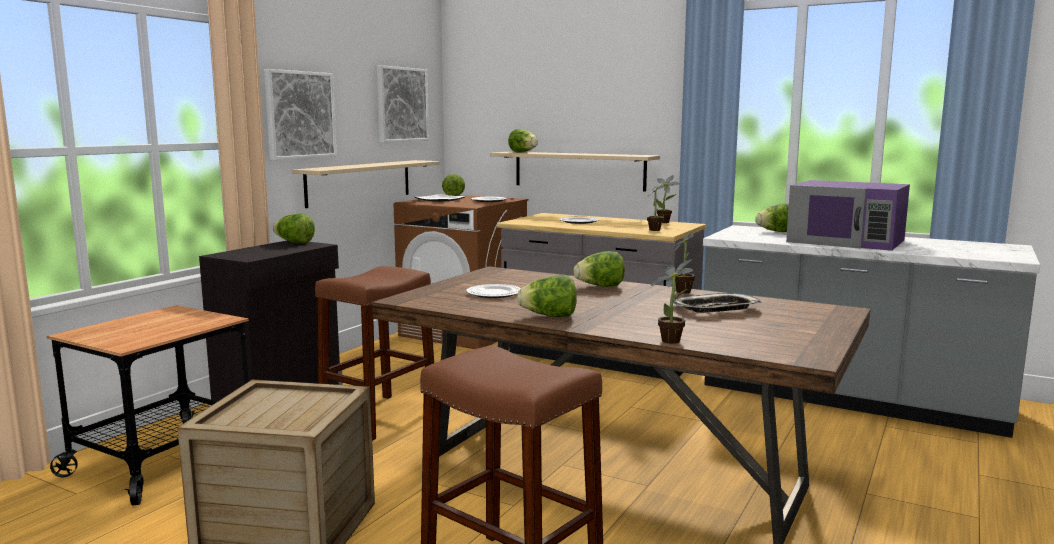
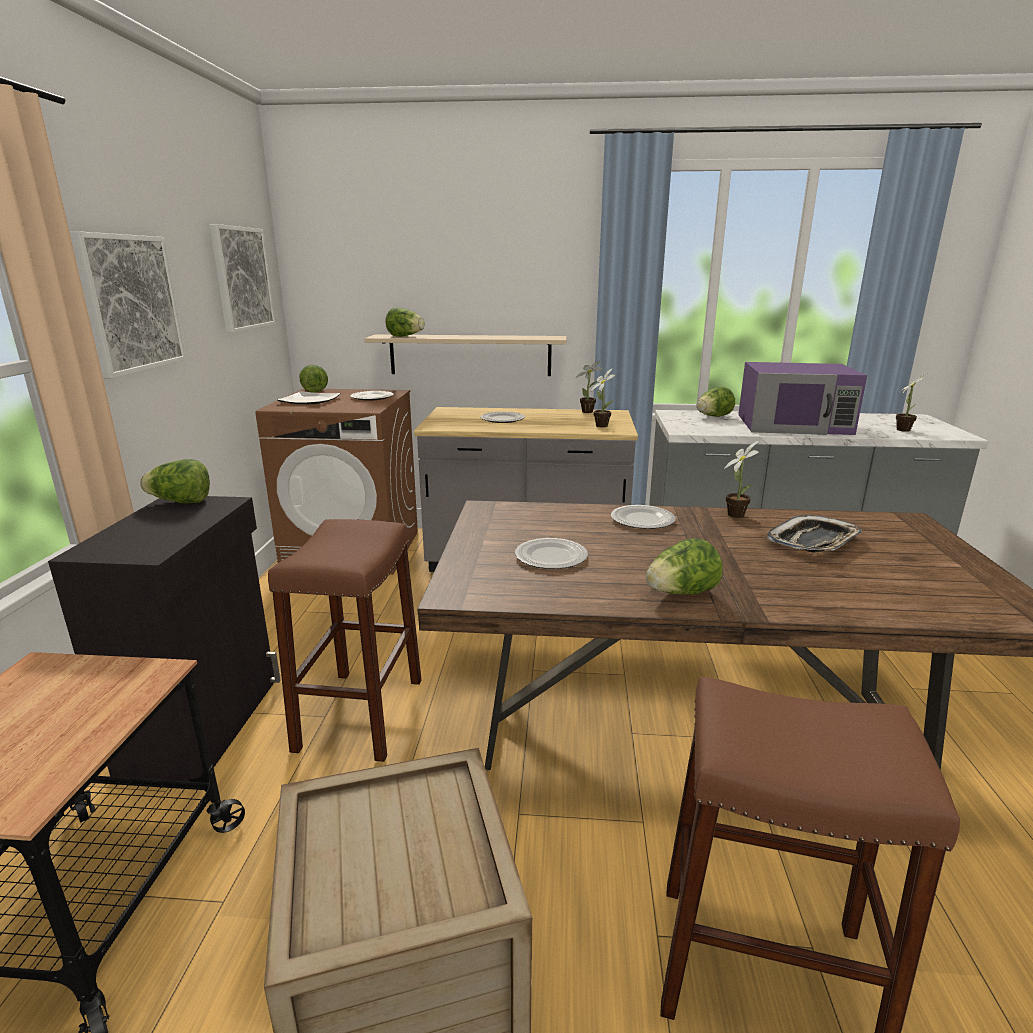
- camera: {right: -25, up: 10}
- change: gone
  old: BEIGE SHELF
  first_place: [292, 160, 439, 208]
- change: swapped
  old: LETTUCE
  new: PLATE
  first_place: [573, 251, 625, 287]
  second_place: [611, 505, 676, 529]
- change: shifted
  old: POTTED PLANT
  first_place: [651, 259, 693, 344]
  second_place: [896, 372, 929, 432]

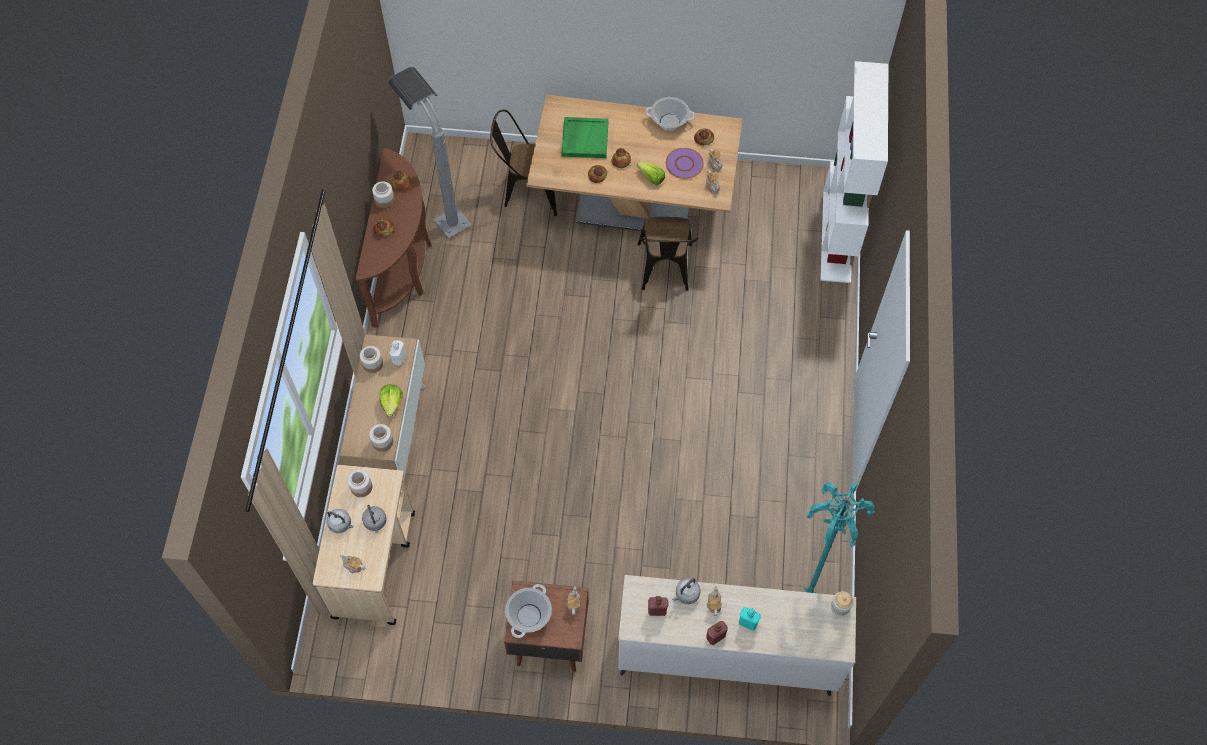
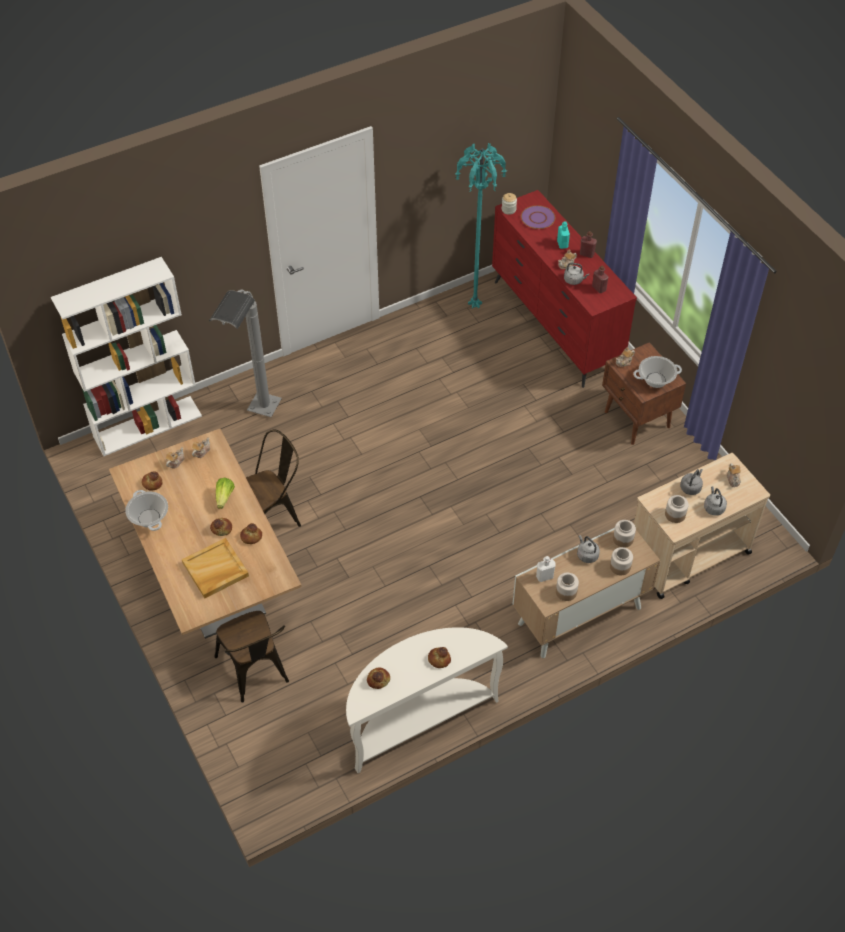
- camera: {right: -125, up: -10}
- change: shifted
  old: GREY FLOOR LAMP
  first_place: [388, 67, 471, 238]
  second_place: [209, 289, 282, 417]
- change: repainted
  old: GREEN TRAY
  new: BEIGE TRAY
  first_place: [562, 117, 608, 158]
  second_place: [182, 538, 249, 598]
- change: repainted
  old: BROWN CONSOLE TABLE
  new: WHITE CONSOLE TABLE
  first_place: [355, 148, 432, 328]
  second_place: [346, 627, 508, 773]
- change: shifted
  old: PURPLE PLATE
  first_place: [665, 148, 704, 179]
  second_place: [521, 205, 555, 229]
- change: shifted
  old: JAR
  first_place: [372, 181, 394, 208]
  second_place: [610, 547, 633, 575]
- change: swapped
  old: LETTUCE
  new: GREY KETTLE
  first_place: [380, 384, 403, 417]
  second_place: [577, 535, 600, 563]
- change: repainted
  old: BEIGE DRESSER
  new: RED DRESSER
  first_place: [618, 575, 856, 696]
  second_place: [492, 190, 637, 388]

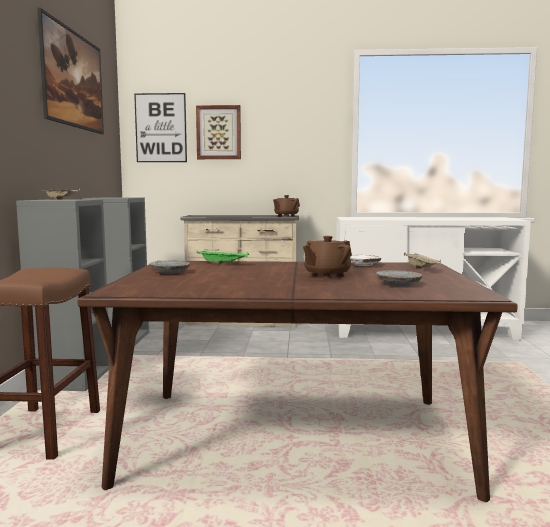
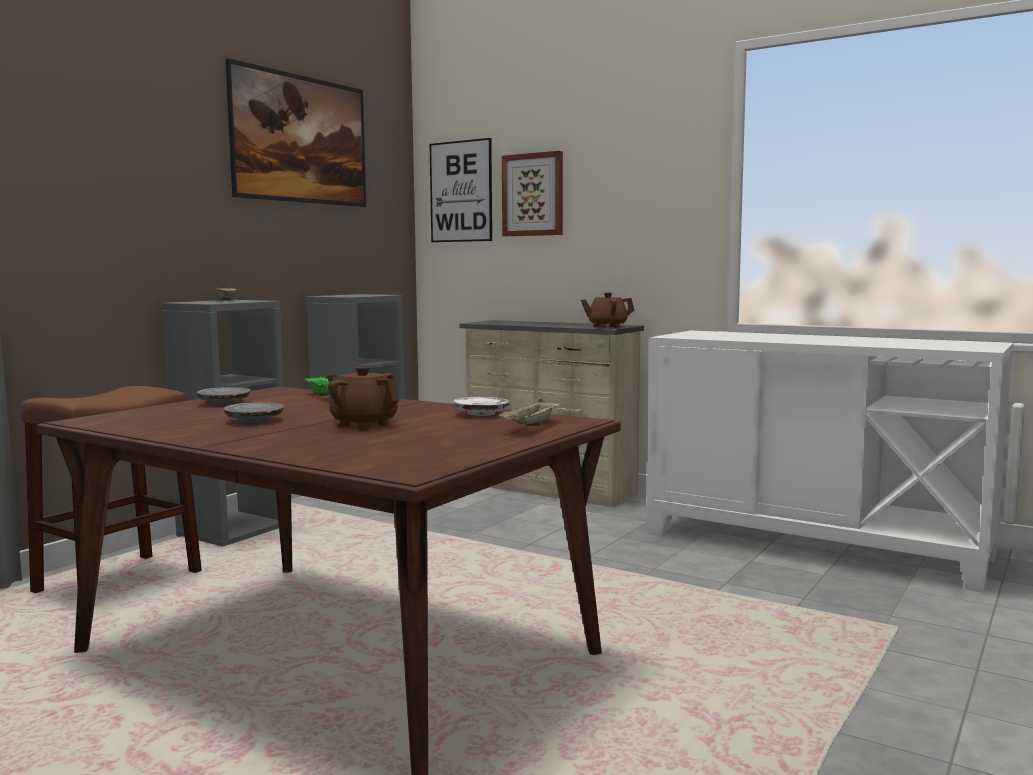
- camera: {right: 30, up: 0}
- change: rotated
  old: BROWN TEAPOT
  first_place: [303, 236, 352, 279]
  second_place: [327, 367, 399, 429]
  degrees: 45
- change: shifted
  old: GREY PLATE
  first_place: [376, 270, 422, 286]
  second_place: [223, 402, 284, 423]

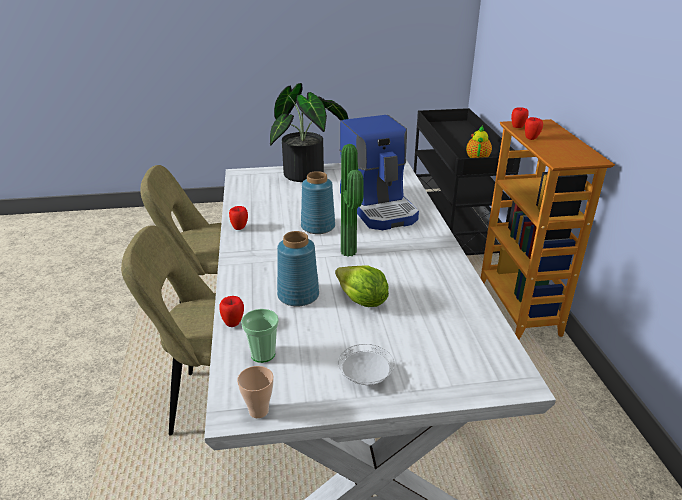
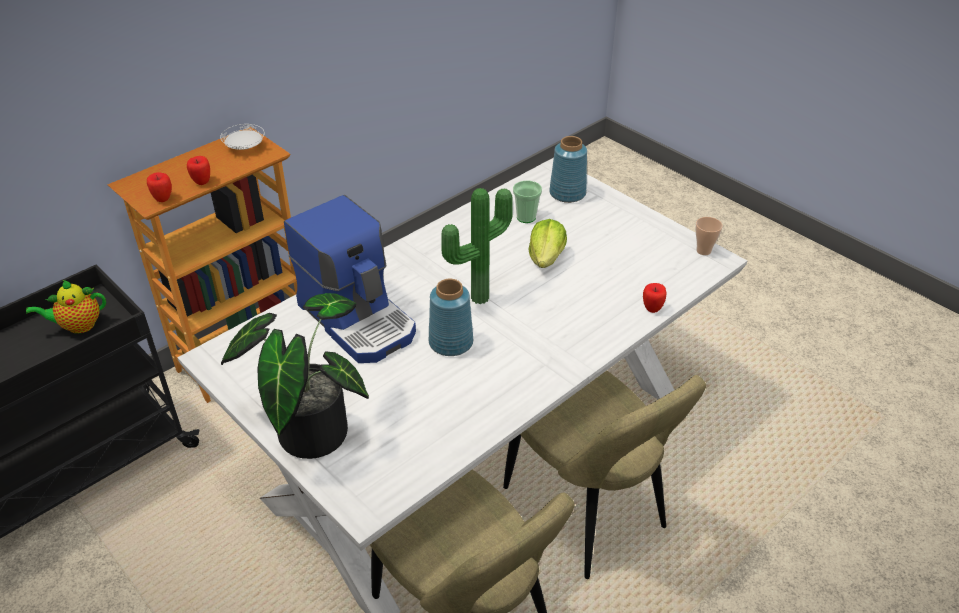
- camera: {right: -125, up: 10}
- change: rotated
  old: COFFEE MACHINE
  first_place: [339, 115, 419, 230]
  second_place: [284, 195, 416, 363]
  degrees: 105
- change: gone
  old: APPLE
  first_place: [229, 206, 248, 230]
- change: shifted
  old: BLUE VASE
  first_place: [277, 231, 319, 307]
  second_place: [549, 136, 587, 203]
- change: shifted
  old: CUP
  first_place: [241, 309, 279, 363]
  second_place: [513, 181, 542, 223]
- change: shifted
  old: WHITE PLATE
  first_place: [338, 344, 394, 385]
  second_place: [220, 124, 265, 150]

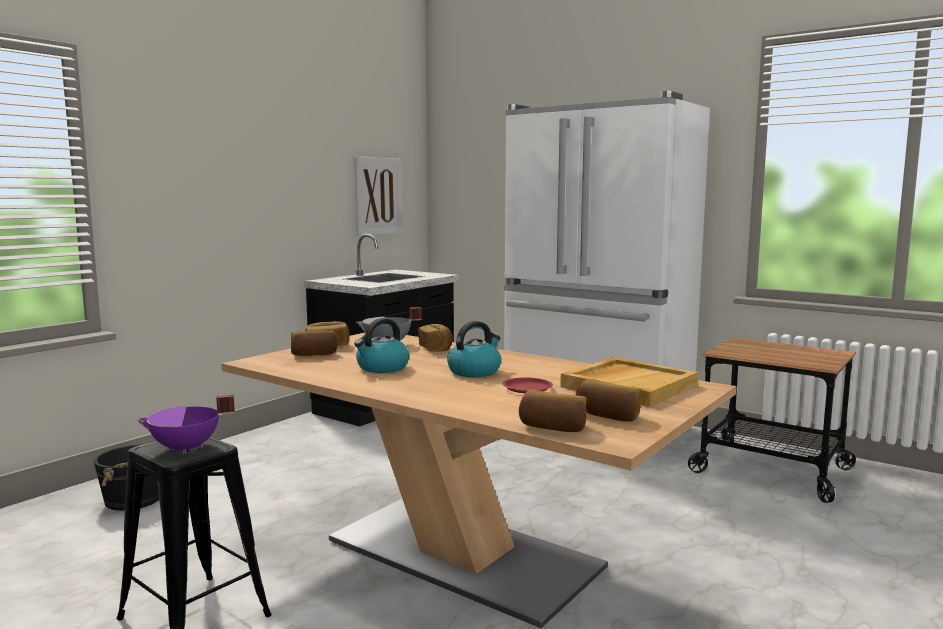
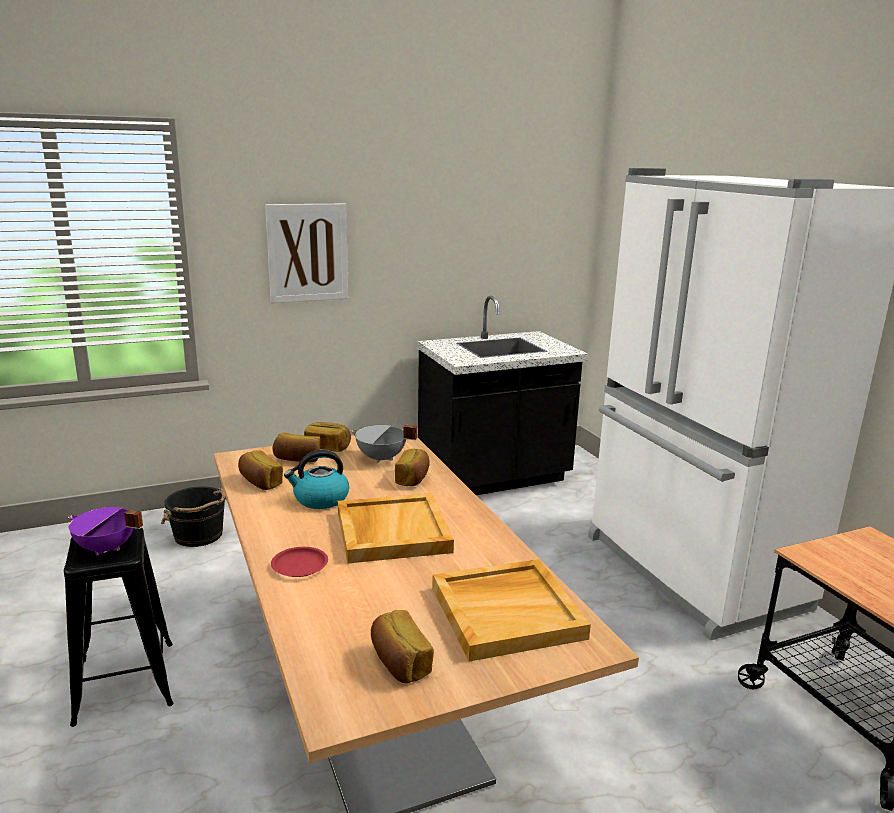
- camera: {right: 30, up: 10}
- change: shifted
  old: PICTURE
  first_place: [354, 156, 402, 236]
  second_place: [265, 204, 348, 303]
- change: swapped
  old: KETTLE
  new: BEIGE TRAY
  first_place: [447, 321, 501, 377]
  second_place: [338, 493, 454, 563]
- change: shifted
  old: RED PLATE
  first_place: [502, 377, 553, 393]
  second_place: [271, 547, 328, 577]
- change: shifted
  old: BREAD
  first_place: [519, 389, 587, 432]
  second_place: [238, 450, 283, 490]

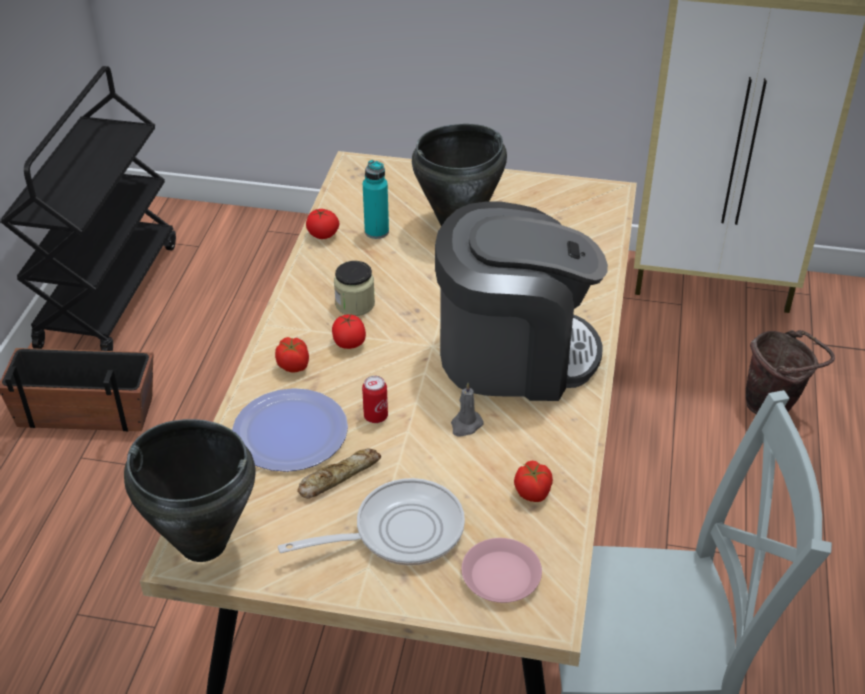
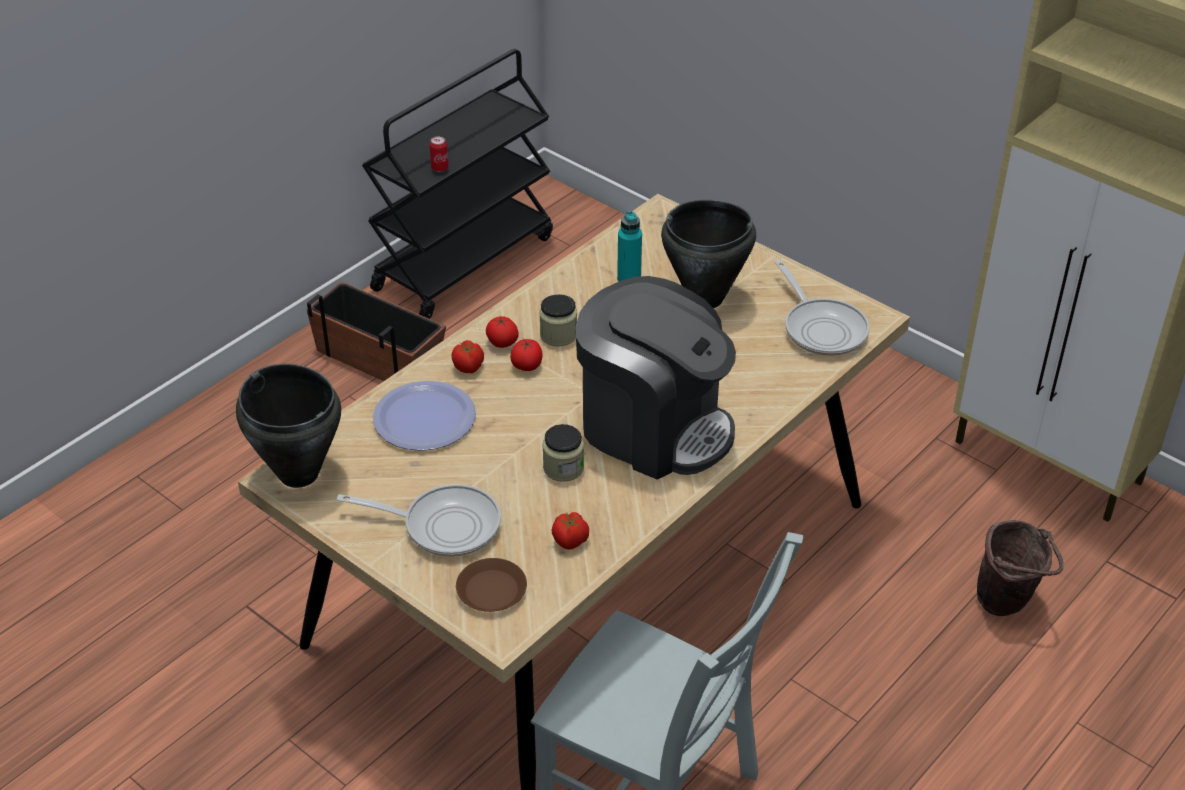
- camera: {right: 30, up: 0}
- change: shifted
  old: TOMATO
  first_place: [306, 209, 339, 239]
  second_place: [486, 316, 519, 348]
- change: shifted
  old: CAN
  first_place: [362, 376, 388, 423]
  second_place: [430, 136, 449, 172]
- change: swapped
  old: GREY CANDLE
  new: JAR
  first_place: [451, 383, 484, 437]
  second_place: [543, 424, 584, 482]
- change: gone
  old: BREAD
  first_place: [297, 448, 381, 499]
- change: repainted
  old: PINK PLATE
  new: BROWN PLATE
  first_place: [461, 538, 542, 603]
  second_place: [456, 558, 527, 612]
- change: new
  new: FRYING PAN
  second_place: [775, 260, 870, 356]

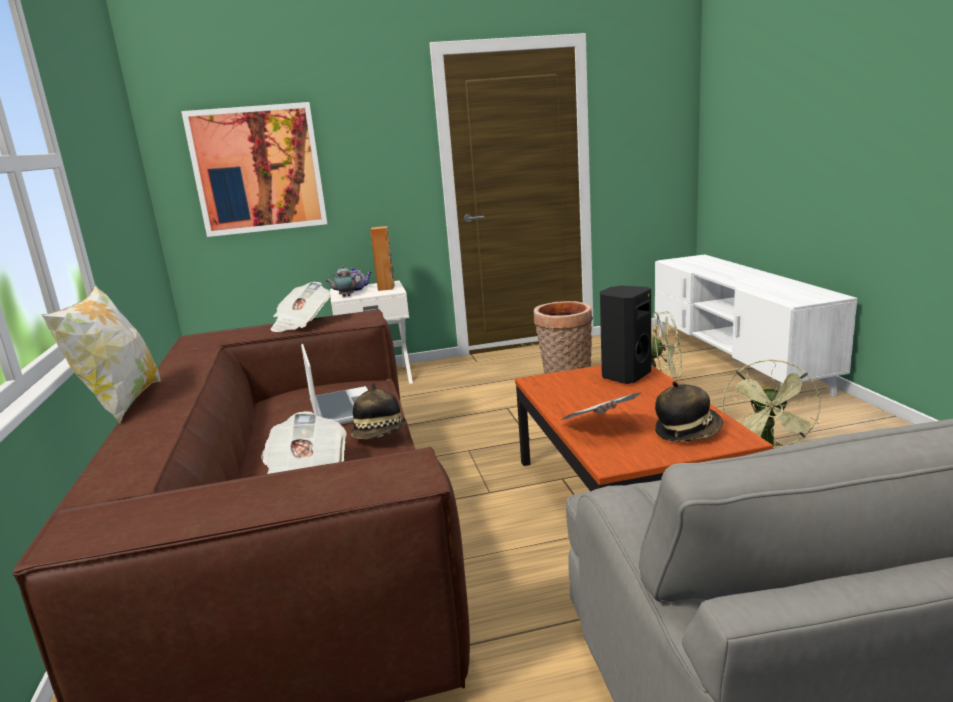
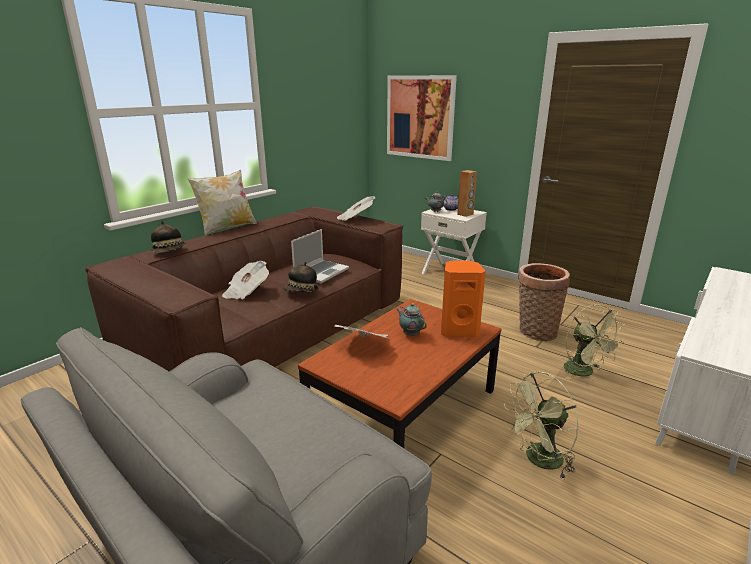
- camera: {right: 50, up: 5}
- change: repainted
  old: BLACK SPEAKER
  new: ORANGE SPEAKER
  first_place: [600, 286, 651, 384]
  second_place: [441, 260, 486, 337]
- change: shifted
  old: HAT
  first_place: [655, 381, 723, 442]
  second_place: [151, 221, 186, 253]
- change: new
  new: TEAPOT
  second_place: [397, 303, 427, 336]

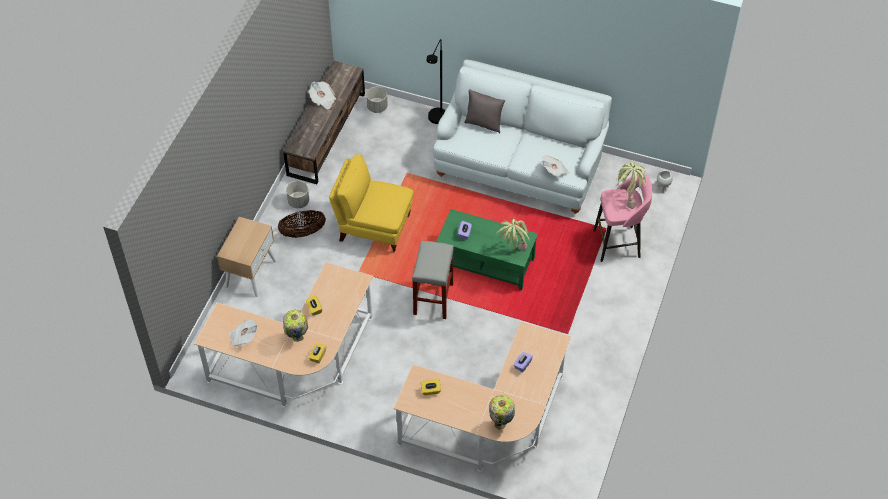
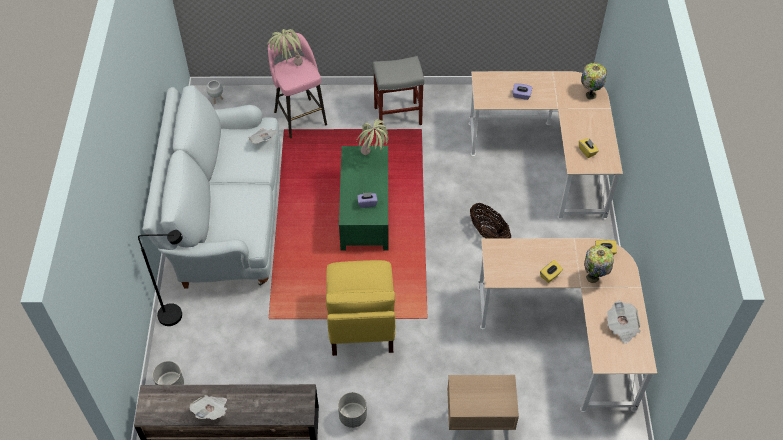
- camera: {right: -110, up: 0}
- change: gone
  old: GREY PILLOW
  first_place: [464, 89, 505, 133]
- change: shifted
  old: BASKET
  first_place: [278, 210, 326, 238]
  second_place: [470, 203, 511, 239]
- change: shifted
  old: GREY STOOL
  first_place: [412, 241, 454, 319]
  second_place: [372, 56, 425, 129]

